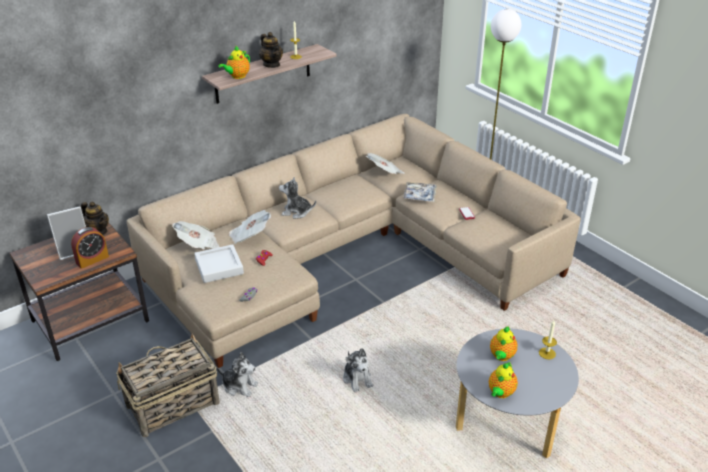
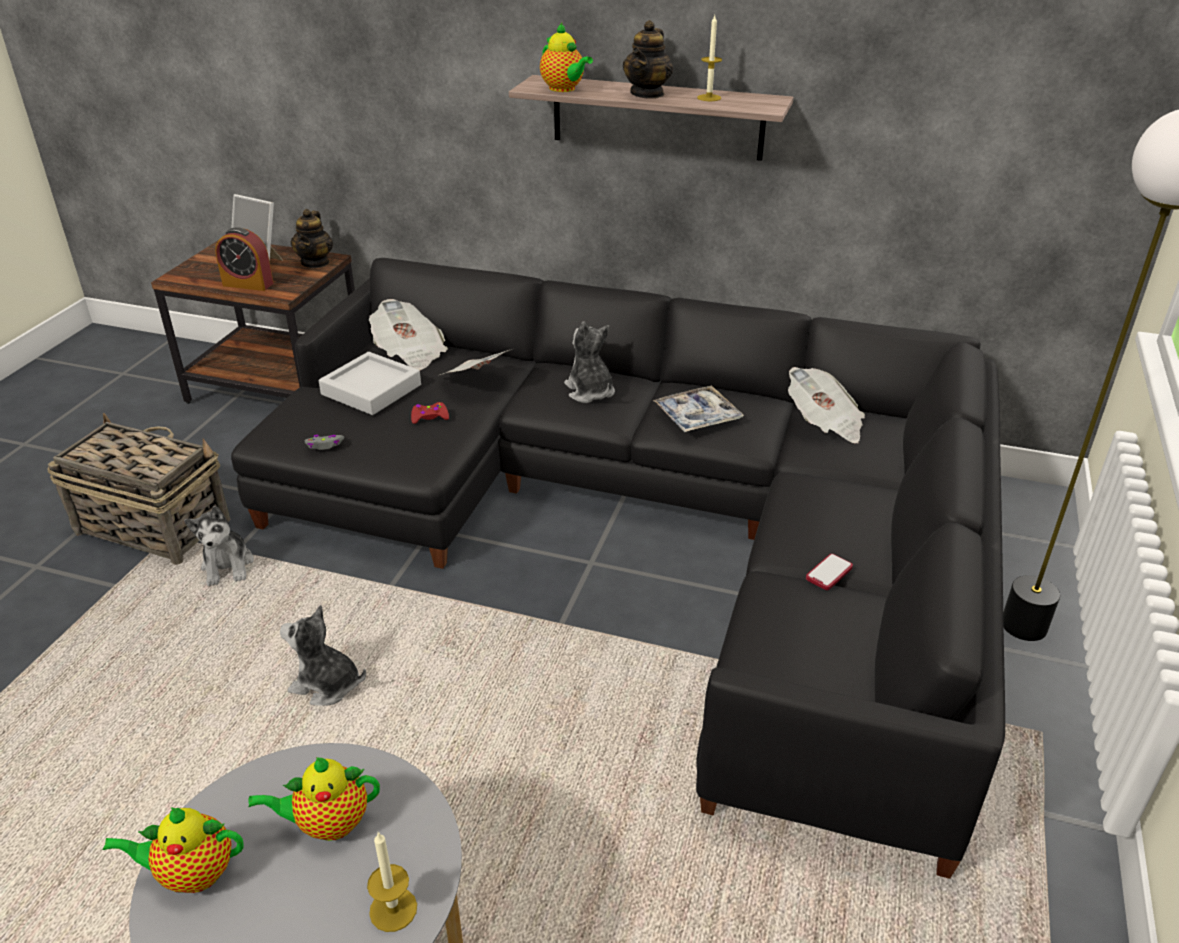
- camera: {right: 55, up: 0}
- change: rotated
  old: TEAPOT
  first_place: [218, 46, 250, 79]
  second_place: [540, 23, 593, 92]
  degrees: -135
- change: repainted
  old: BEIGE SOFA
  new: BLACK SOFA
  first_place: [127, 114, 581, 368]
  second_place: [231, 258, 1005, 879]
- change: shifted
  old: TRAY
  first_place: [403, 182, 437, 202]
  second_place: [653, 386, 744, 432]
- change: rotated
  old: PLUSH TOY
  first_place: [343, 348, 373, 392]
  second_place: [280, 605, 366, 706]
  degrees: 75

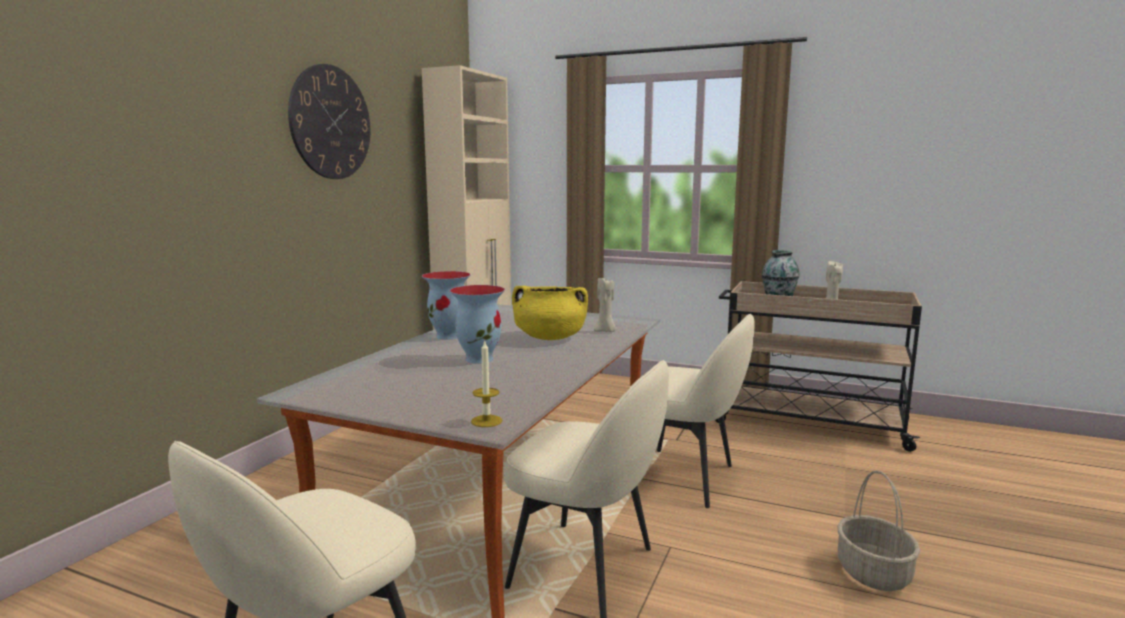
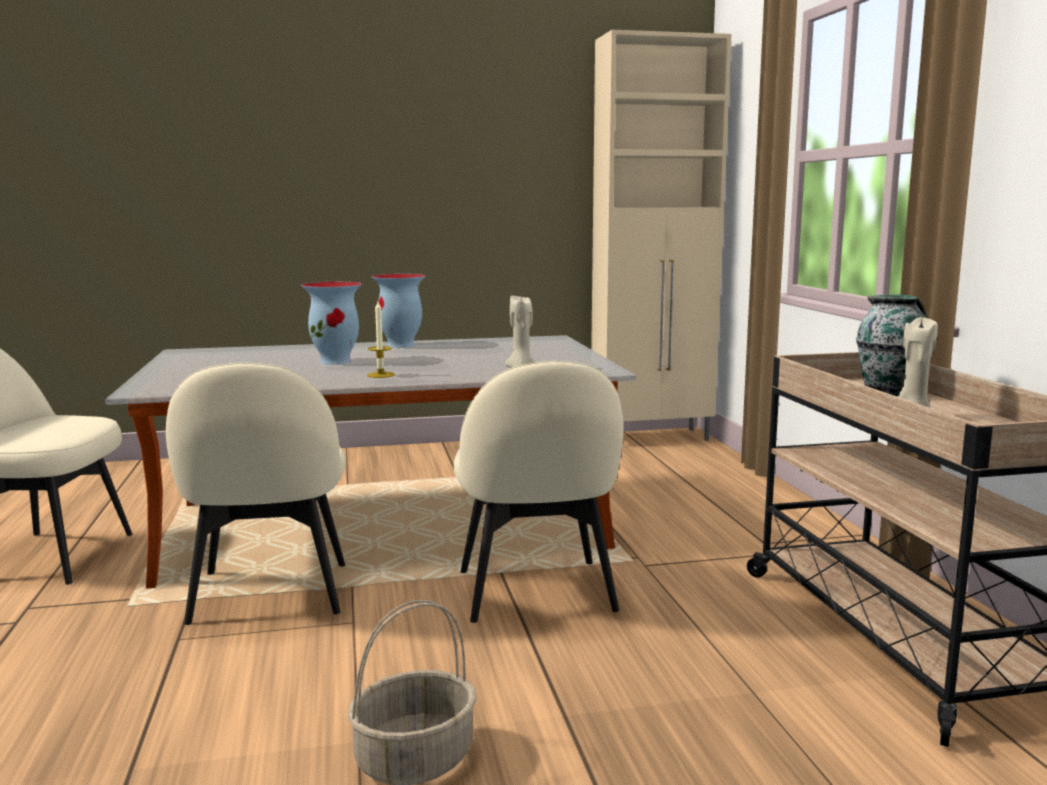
- camera: {right: 55, up: 0}
- change: gone
  old: WALL CLOCK
  first_place: [288, 64, 370, 179]
- change: gone
  old: YELLOW COOKING POT
  first_place: [512, 286, 588, 340]
- change: shifted
  old: CANDLE
  first_place: [471, 340, 502, 427]
  second_place: [367, 301, 395, 378]

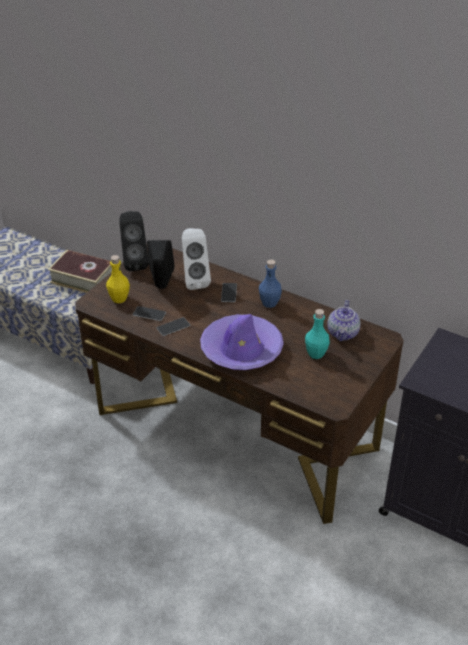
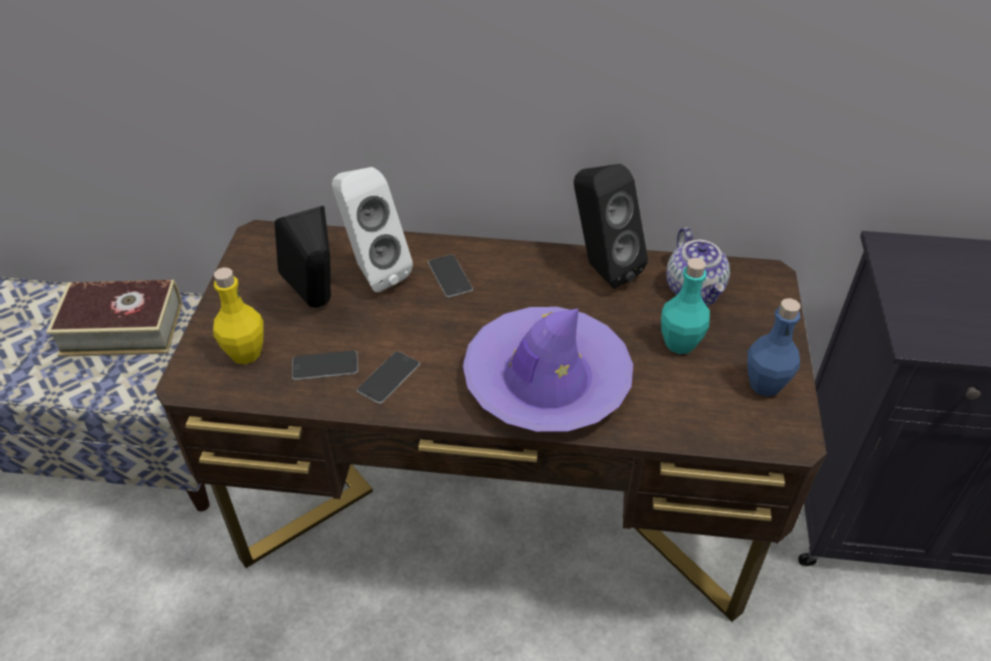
- camera: {right: -25, up: 5}
- change: shifted
  old: BLACK SPEAKER
  first_place: [119, 211, 149, 271]
  second_place: [574, 164, 648, 289]
- change: shifted
  old: BLUE BOTTLE
  first_place: [259, 260, 282, 308]
  second_place: [747, 298, 801, 396]

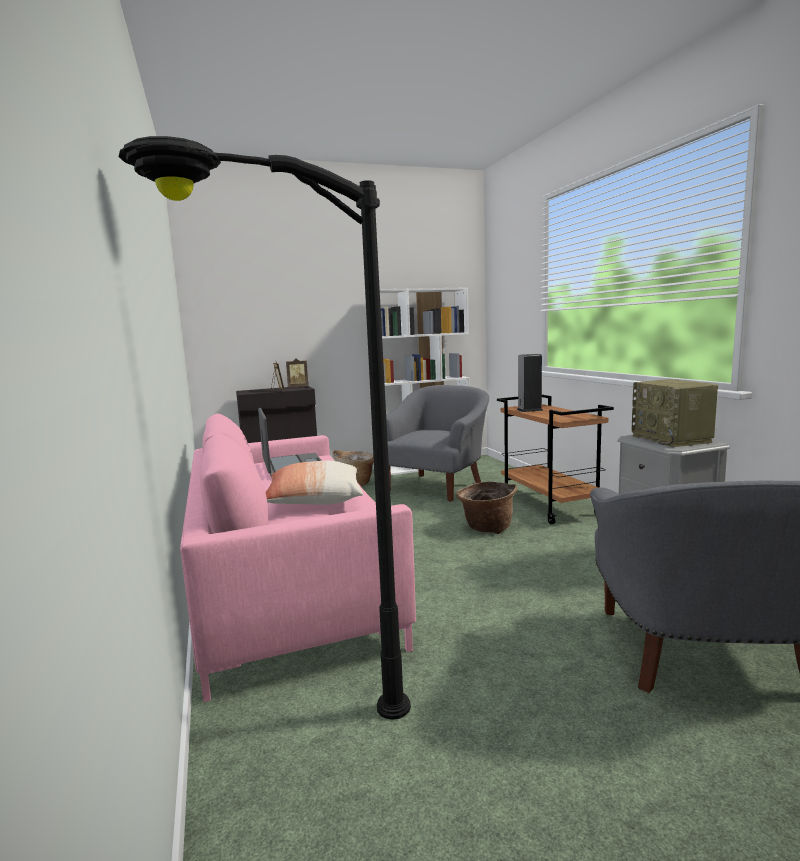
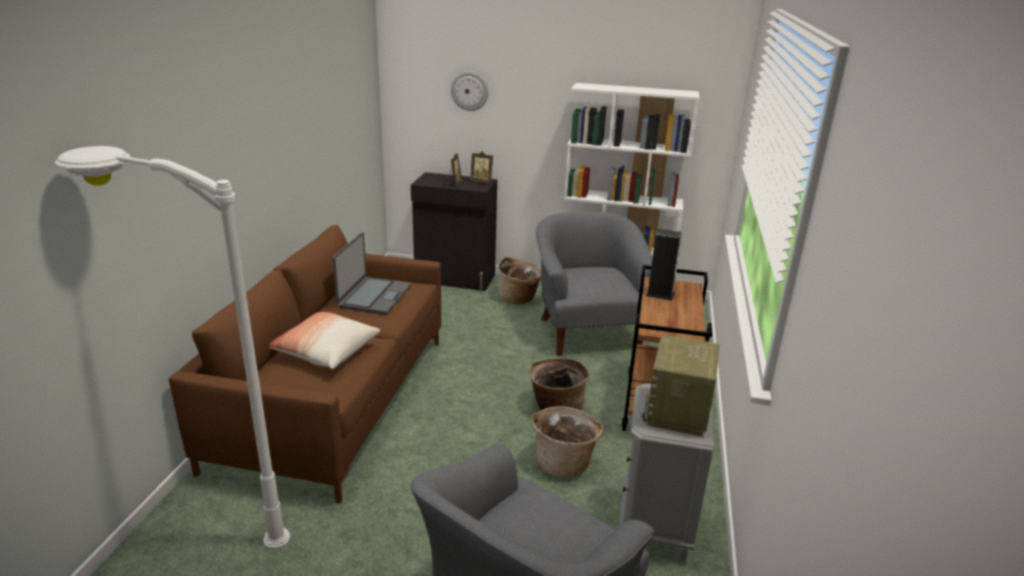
- camera: {right: 30, up: 15}
- change: repainted
  old: BLACK FLOOR LAMP
  new: WHITE FLOOR LAMP
  first_place: [119, 136, 411, 720]
  second_place: [54, 146, 290, 549]
- change: rotated
  old: GREY ARMCHAIR
  first_place: [386, 385, 489, 502]
  second_place: [536, 212, 653, 356]
  degrees: -75
- change: repainted
  old: PINK SOFA
  new: BROWN SOFA
  first_place: [180, 413, 416, 702]
  second_place: [169, 225, 441, 503]
- change: new
  new: WALL CLOCK
  second_place: [451, 71, 488, 111]
- change: new
  new: BASKET
  second_place: [531, 406, 604, 478]

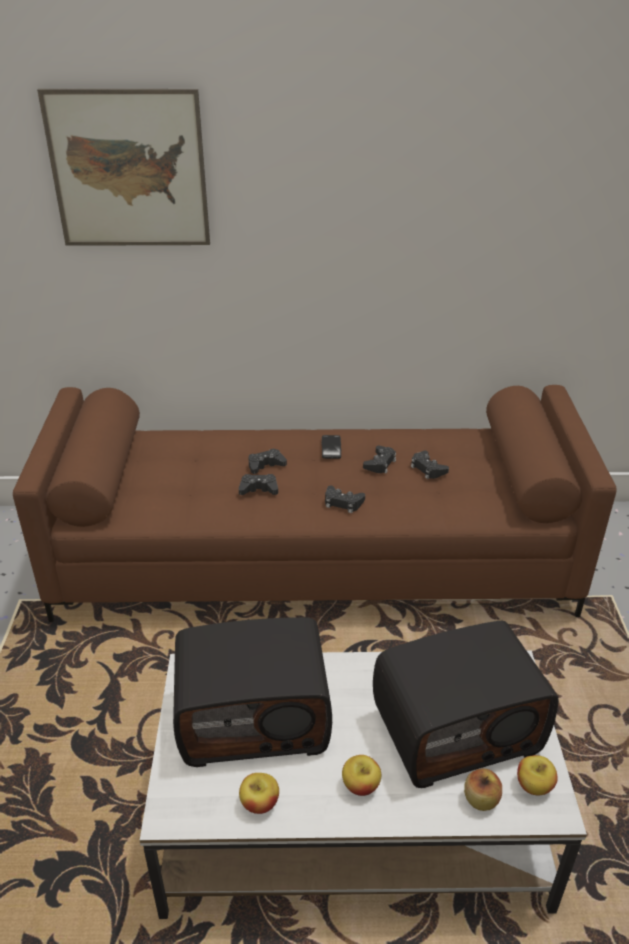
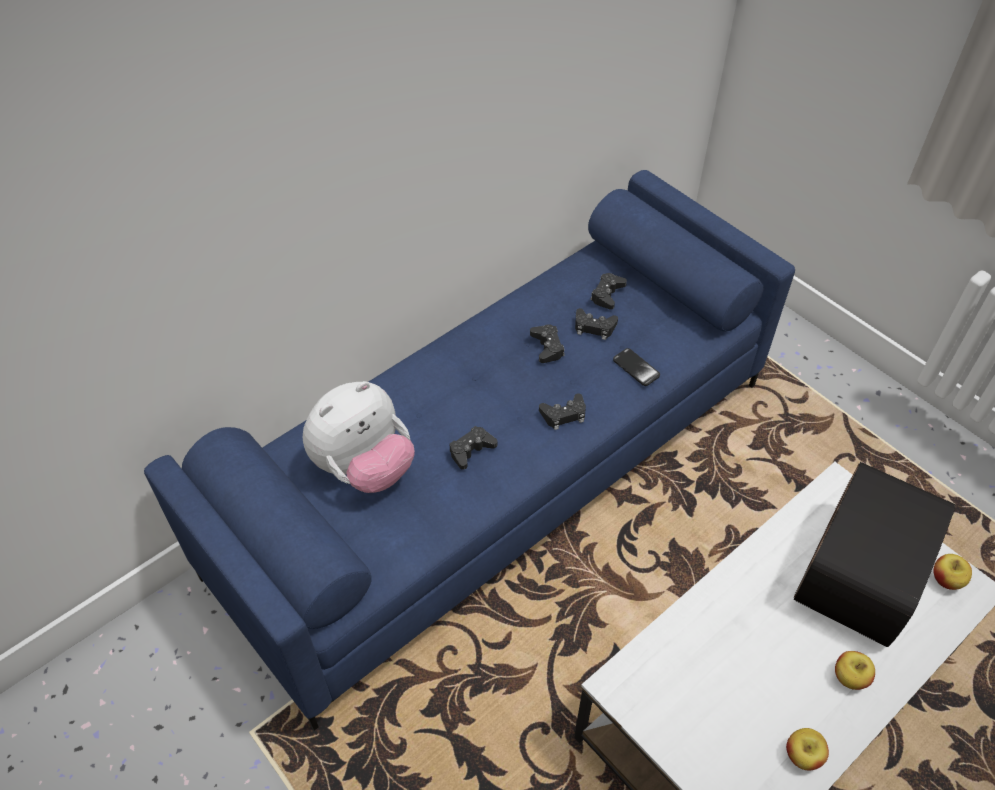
- camera: {right: -40, up: 15}
- change: gone
  old: PICTURE
  first_place: [37, 89, 210, 246]
- change: repainted
  old: BROWN SOFA
  new: BLUE SOFA
  first_place: [13, 385, 616, 622]
  second_place: [144, 170, 795, 731]
- change: shifted
  old: PHONE
  first_place: [322, 435, 341, 459]
  second_place: [613, 348, 660, 386]
- change: shifted
  old: BLACK GAME CONTROLLER
  first_place: [248, 448, 287, 474]
  second_place: [590, 273, 627, 310]
- change: gone
  old: RADIO
  first_place: [173, 617, 332, 767]
- change: gone
  old: APPLE
  first_place: [464, 768, 502, 811]
- change: new
  new: PLUSH TOY
  second_place: [302, 381, 415, 493]

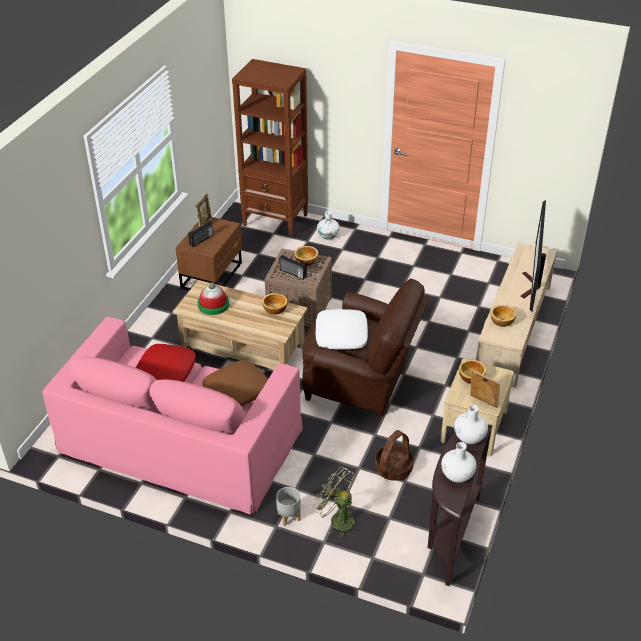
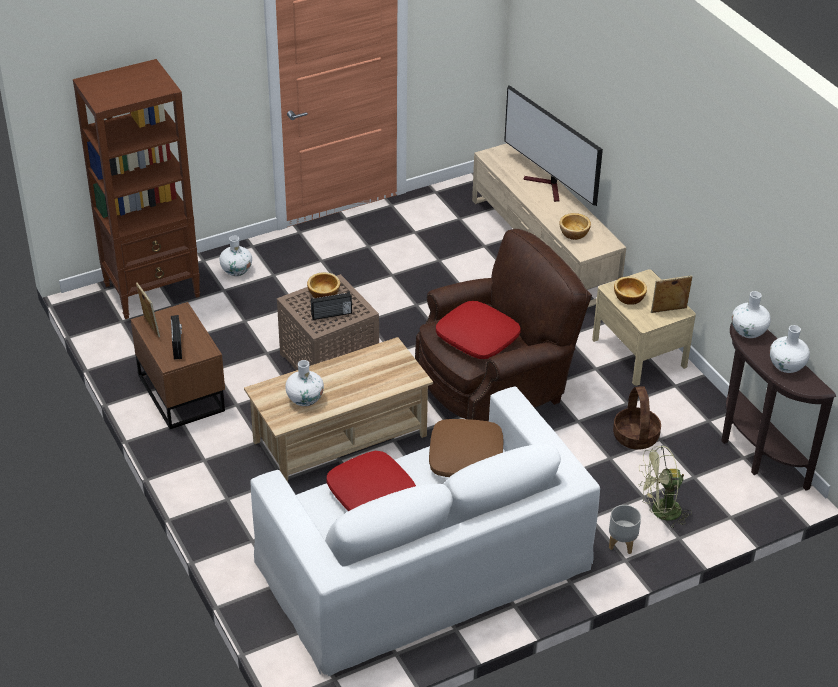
- camera: {right: -50, up: 0}
- change: swapped
  old: HAT
  new: WHITE VASE
  first_place: [198, 282, 229, 315]
  second_place: [285, 360, 324, 406]
- change: gone
  old: BOWL
  first_place: [262, 293, 288, 315]
- change: repainted
  old: WHITE PILLOW
  new: RED PILLOW
  first_place: [316, 309, 368, 349]
  second_place: [436, 301, 520, 359]
- change: repainted
  old: PINK SOFA
  new: WHITE SOFA
  first_place: [42, 317, 302, 515]
  second_place: [250, 387, 600, 676]

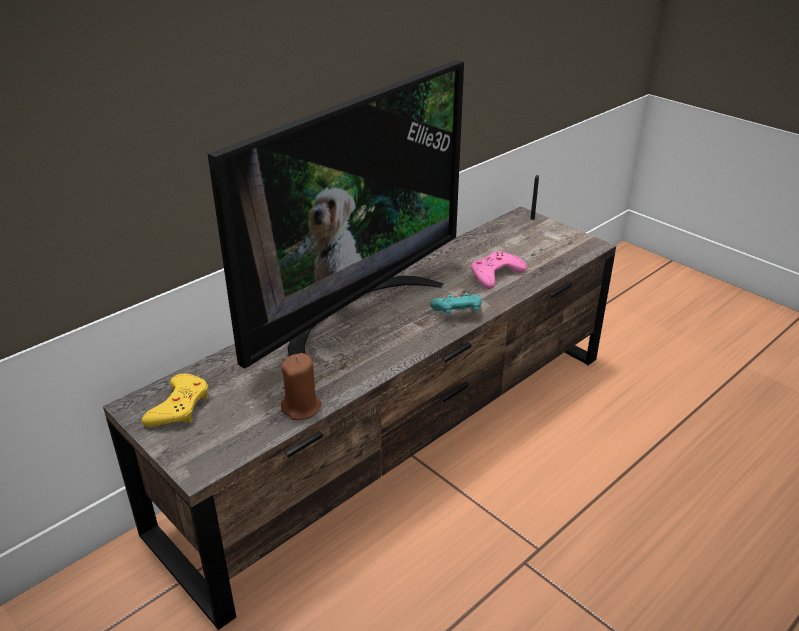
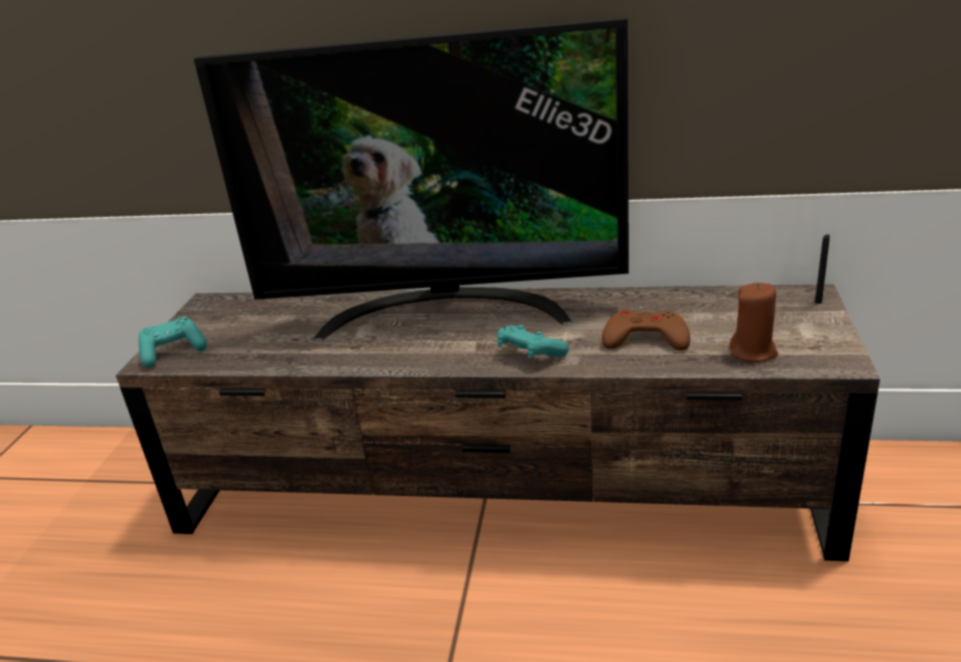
- camera: {right: 55, up: -5}
- change: repainted
  old: PINK GAME CONTROLLER
  new: BROWN GAME CONTROLLER
  first_place: [471, 251, 527, 289]
  second_place: [602, 309, 690, 350]
- change: shifted
  old: BROWN CANDLE
  first_place: [281, 353, 321, 420]
  second_place: [730, 282, 778, 362]
- change: gone
  old: YELLOW GAME CONTROLLER
  first_place: [141, 374, 208, 427]
- change: new
  new: TURQUOISE GAME CONTROLLER
  second_place: [139, 317, 207, 368]

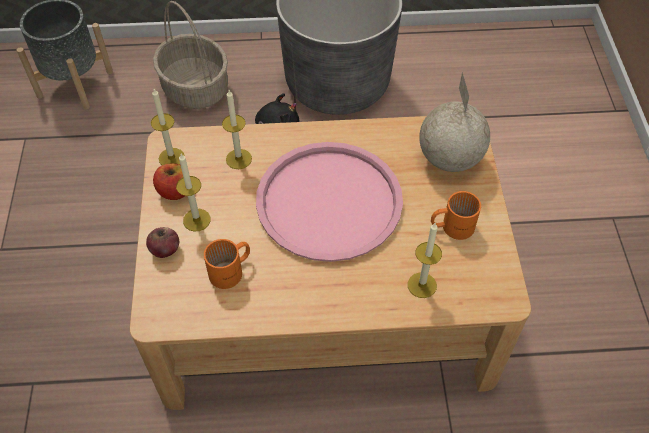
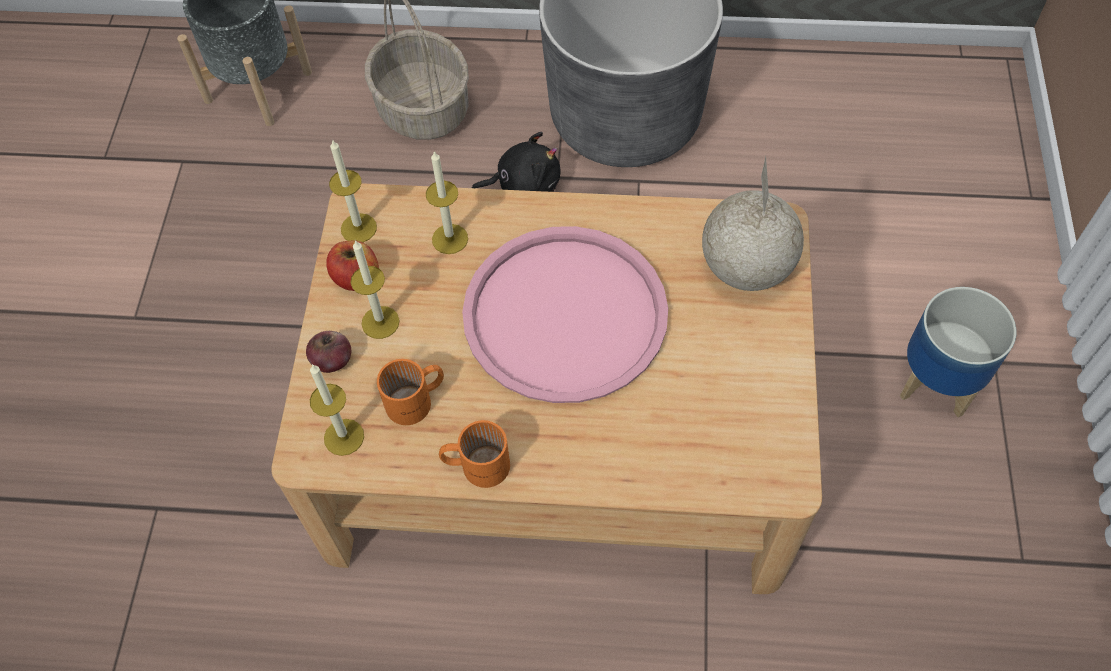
- camera: {right: 10, up: 5}
- change: shifted
  old: ORANGE MUG
  first_place: [431, 191, 481, 240]
  second_place: [439, 420, 510, 488]
- change: shifted
  old: CANDLE
  first_place: [408, 223, 442, 298]
  second_place: [310, 364, 364, 456]
- change: new
  new: PLANTER
  second_place: [900, 287, 1017, 417]

